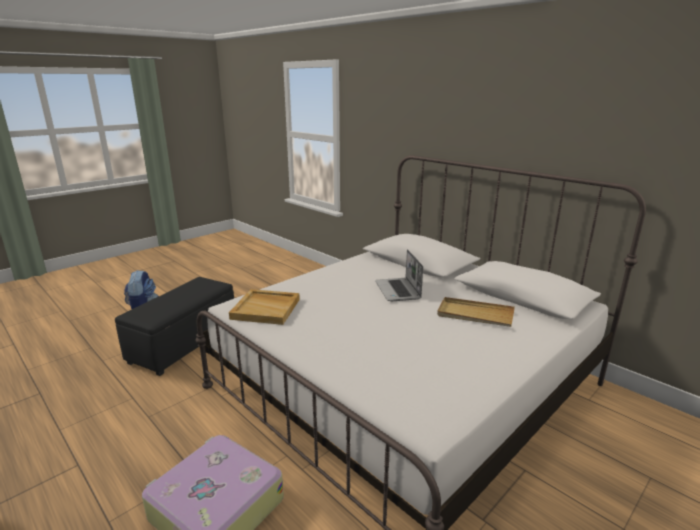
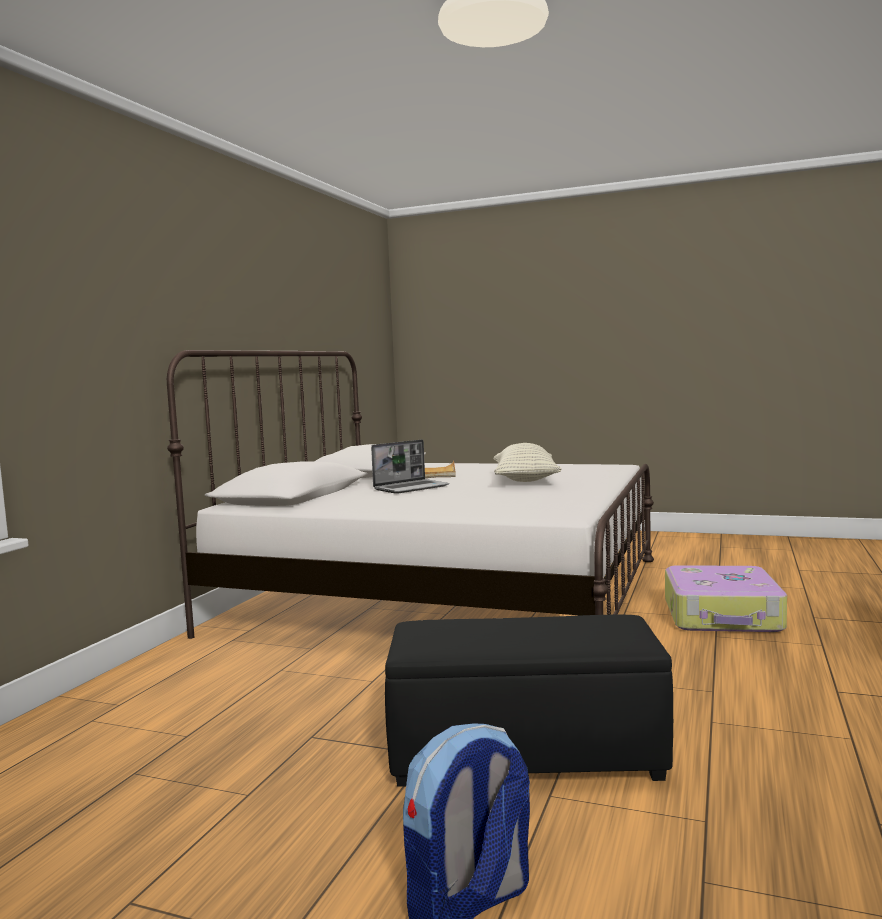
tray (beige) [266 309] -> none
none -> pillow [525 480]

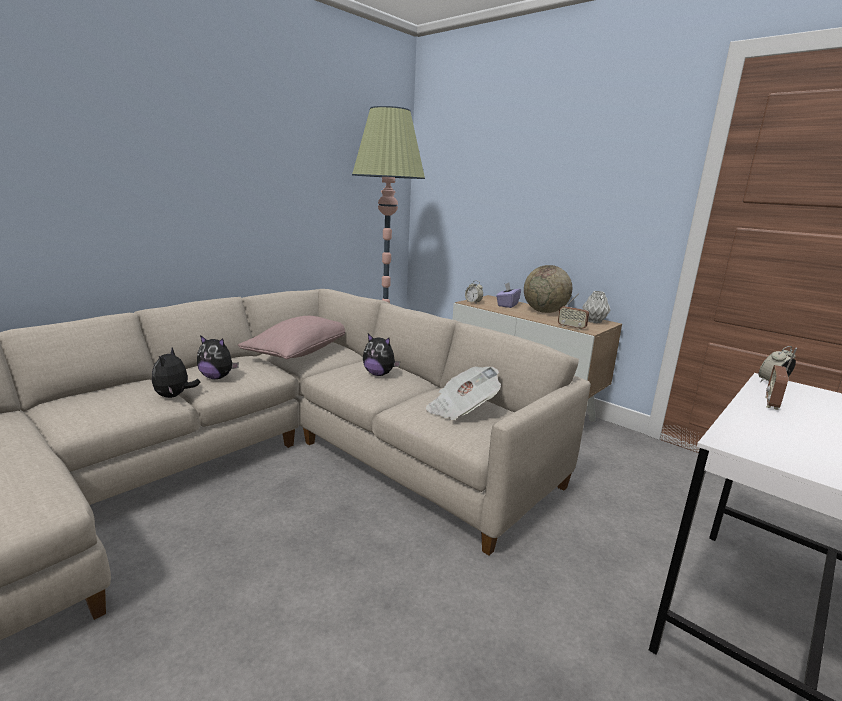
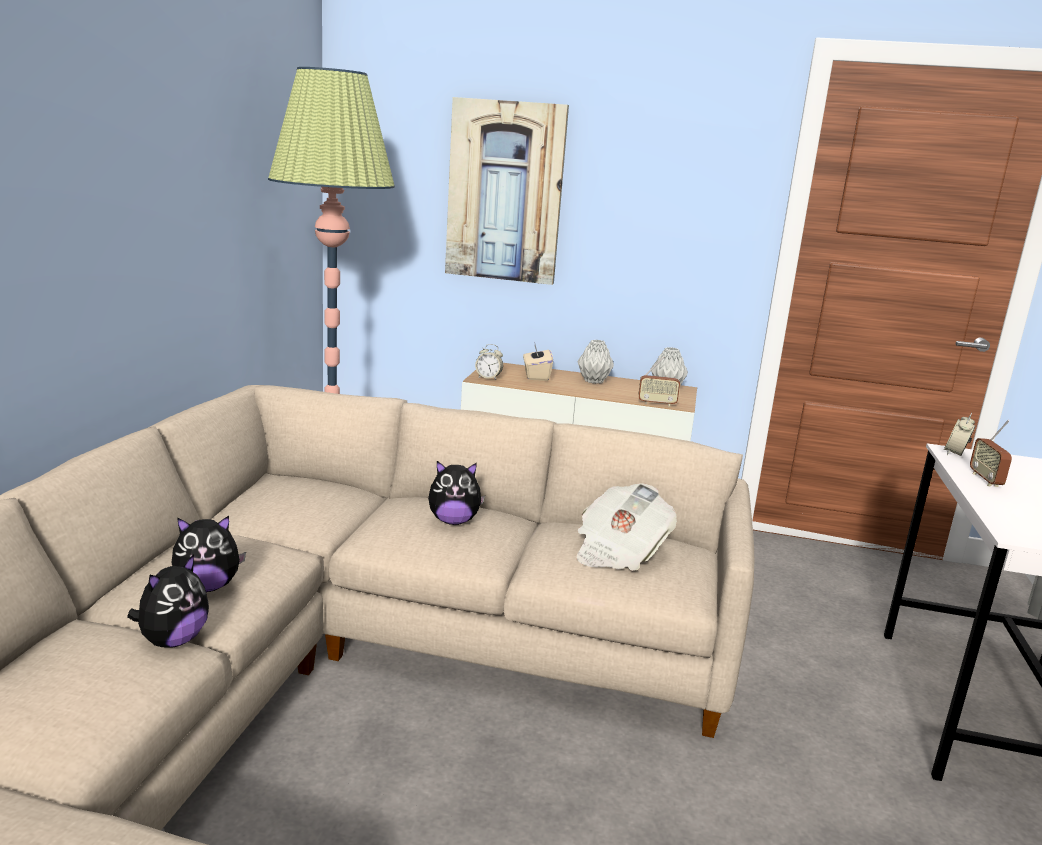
globe [544 311] -> vase (grey) [594 381]
tissue box (purple) [507 305] -> tissue box (beige) [536 376]
pillow (pink) [300 352] -> none
plush toy [174 396] -> plush toy [173 640], 120 degrees counterclockwise
none -> picture [505 192]

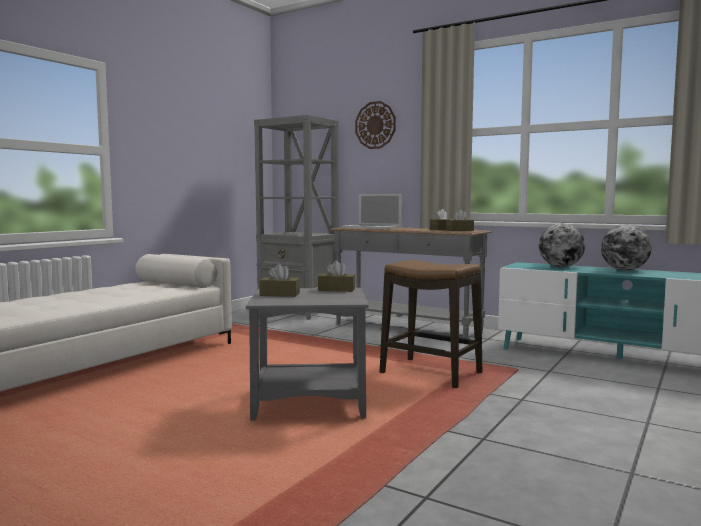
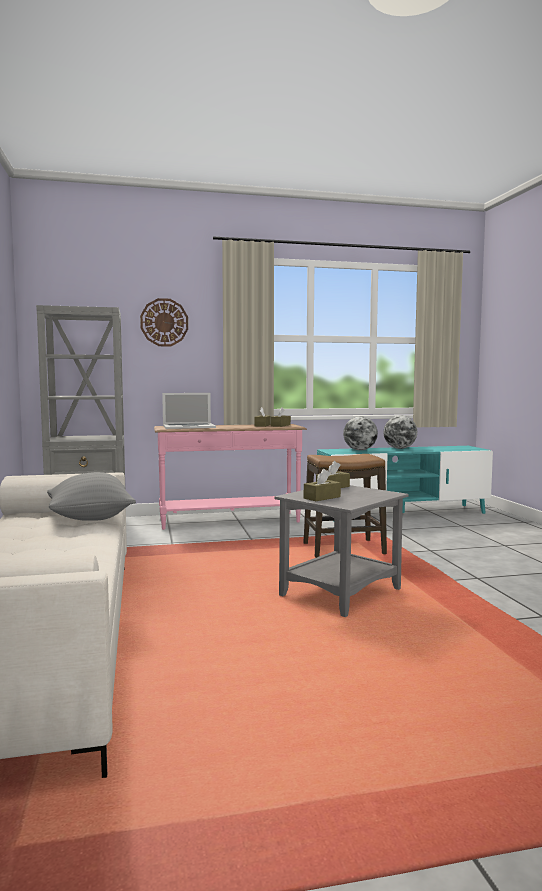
console table (grey) [406 329] -> console table (pink) [230 521]
none -> pillow (grey) [90 519]

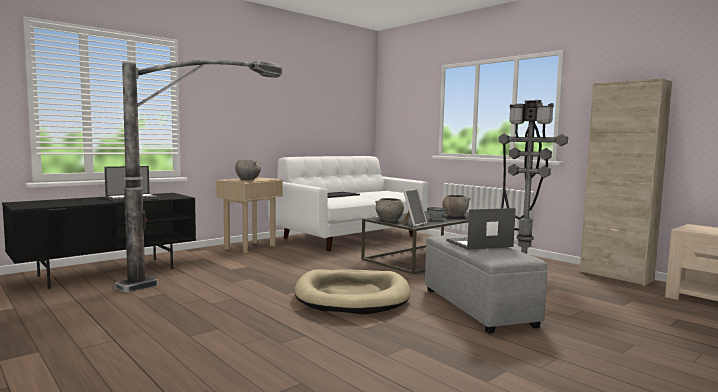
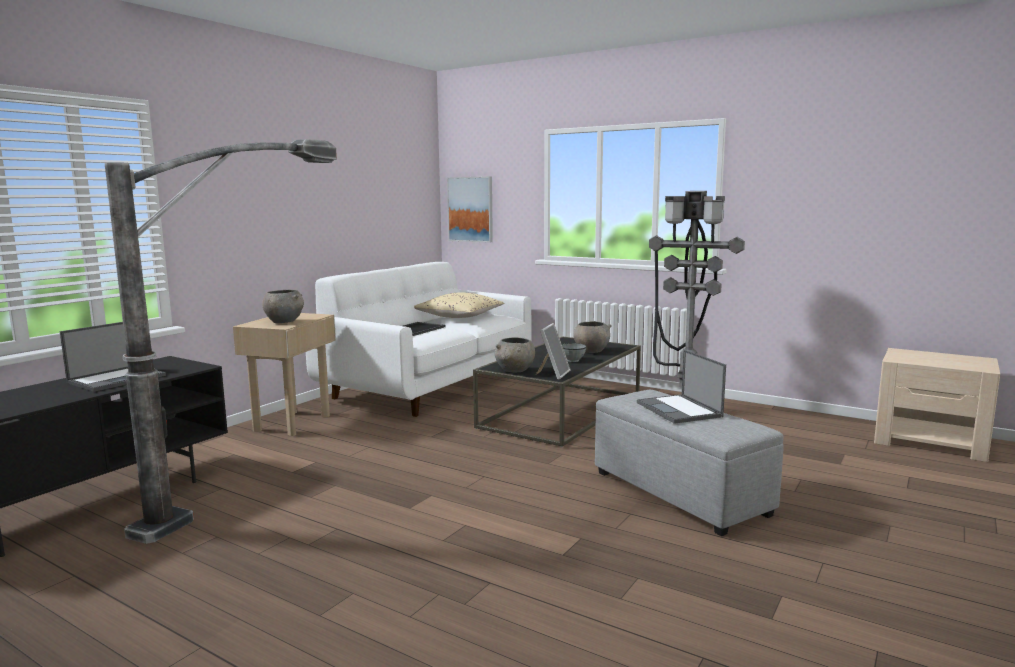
cabinet (beige) [615 276] -> none
laptop [478 244] -> laptop [679 410], 75 degrees counterclockwise
dog bed (beige) [352 296] -> none
none -> picture [470 209]
none -> pillow (beige) [459 317]

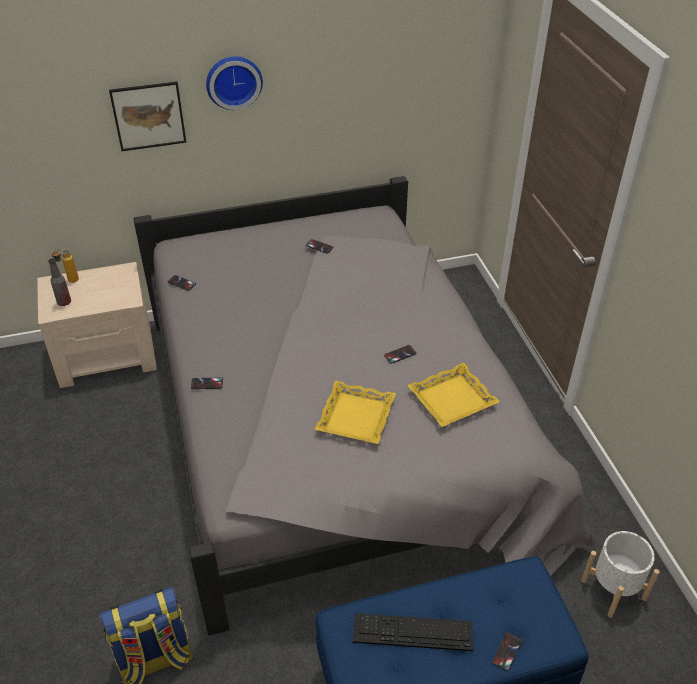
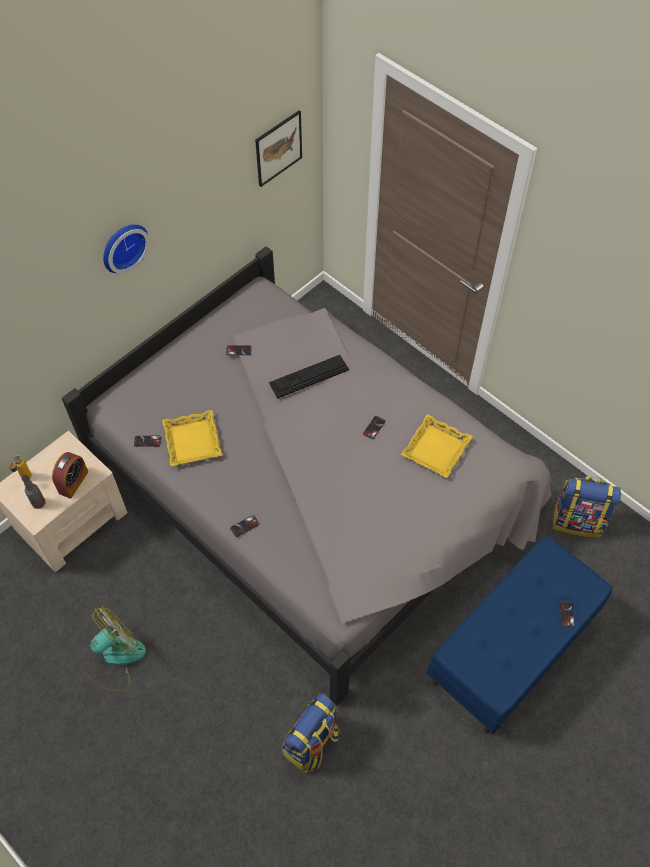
picture [148 116] -> picture [278 148], shifted
tray (yellow) [355 417] -> tray (yellow) [192 441], shifted
planter (white) [613 589] -> backpack [578 520]
keyboard [412 632] -> keyboard [309 376], shifted
none -> alarm clock [73 482]
none -> fan [115 657]

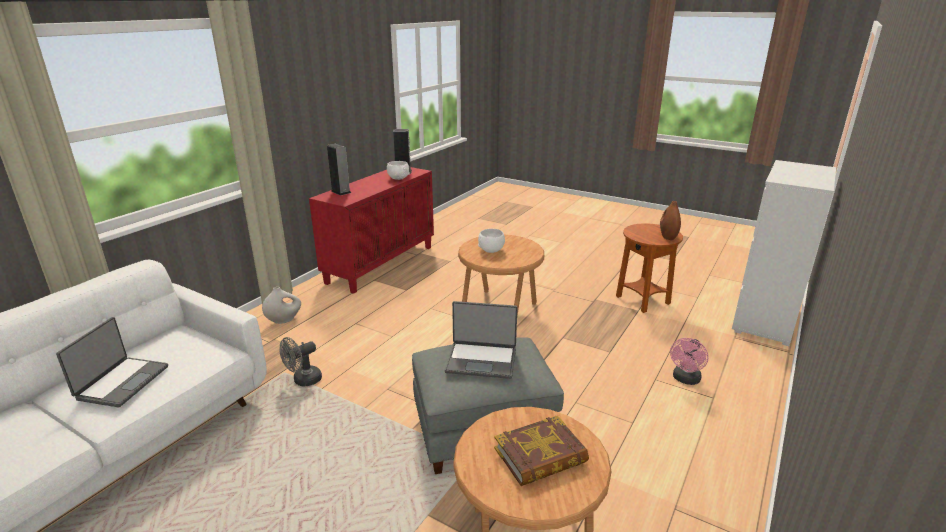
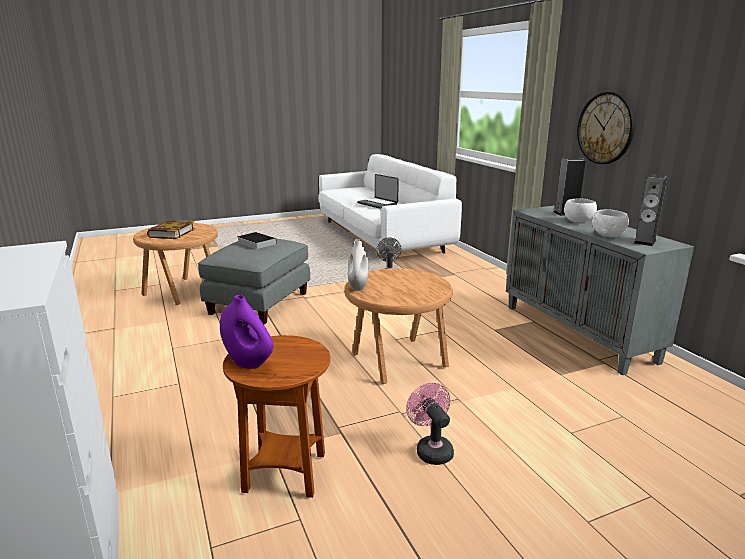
cabinet (red) [381 264] -> cabinet (grey) [578 333]
vase (brown) [667 237] -> vase (purple) [248 362]
bowl (white) [491 250] -> bowl (white) [577 221], shifted
vase (white) [284 320] -> vase (white) [358 287], shifted
laptop [481 360] -> book [255 243]
fan (pink) [685 379] -> fan (pink) [431 449], shifted
none -> wall clock [605 128]

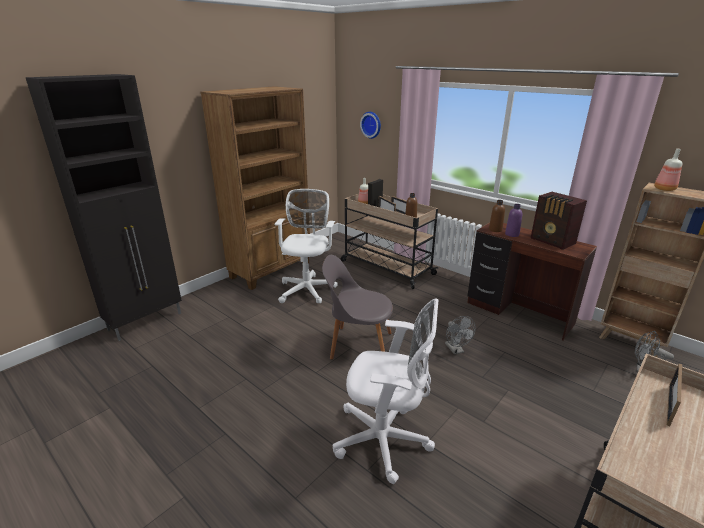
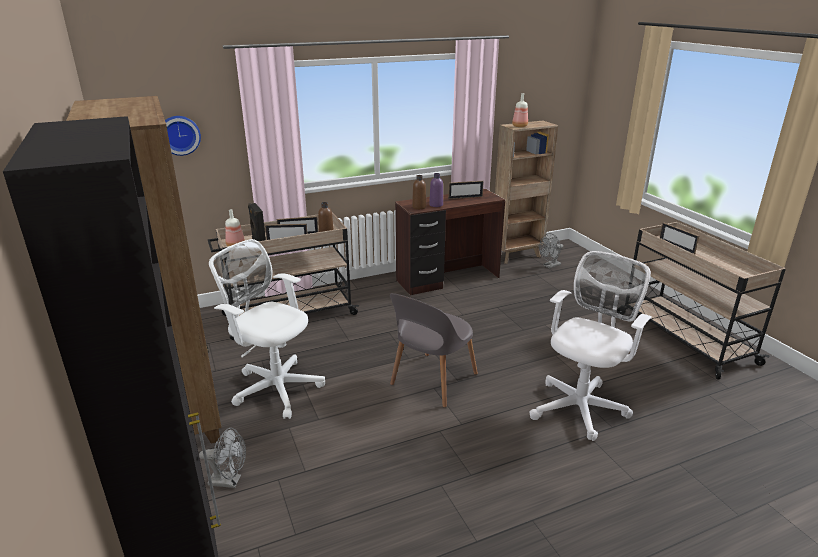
radio [553 242] -> picture frame [465 197]
fan (grey) [456 350] -> fan (grey) [229 481], shifted

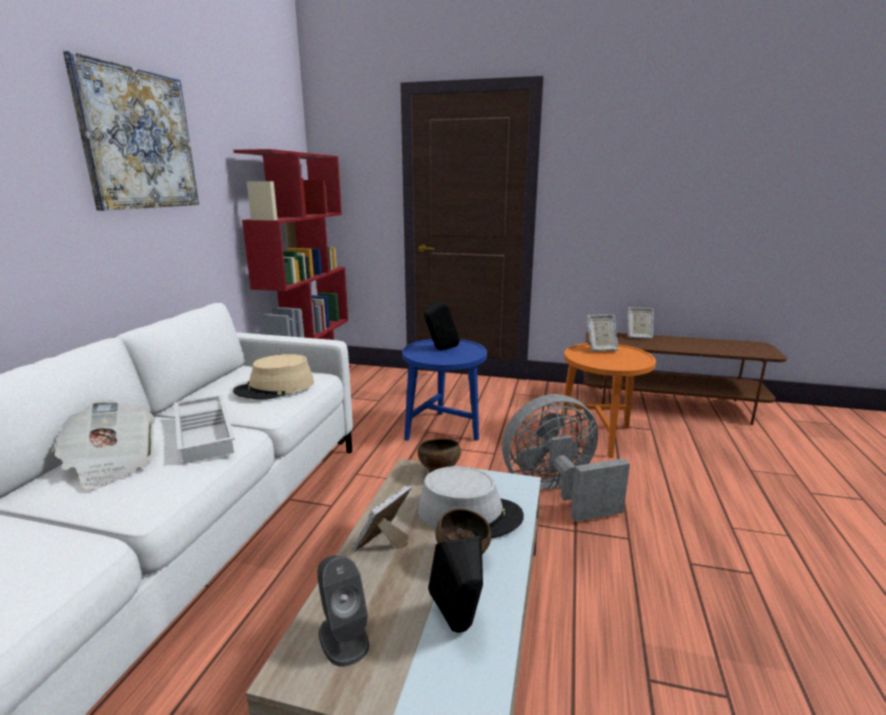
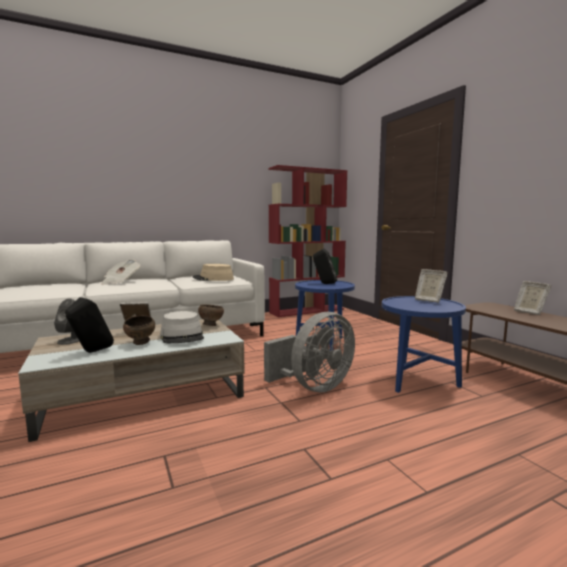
picture [138 139] -> none
side table (orange) [600 438] -> side table (blue) [417 382]
fan (grey) [556 492] -> fan (grey) [314 387], 105 degrees clockwise
tray (white) [206 433] -> none

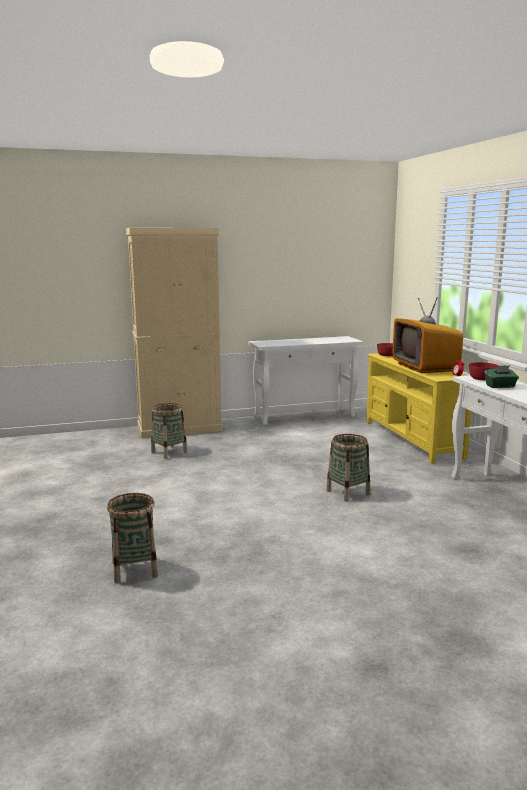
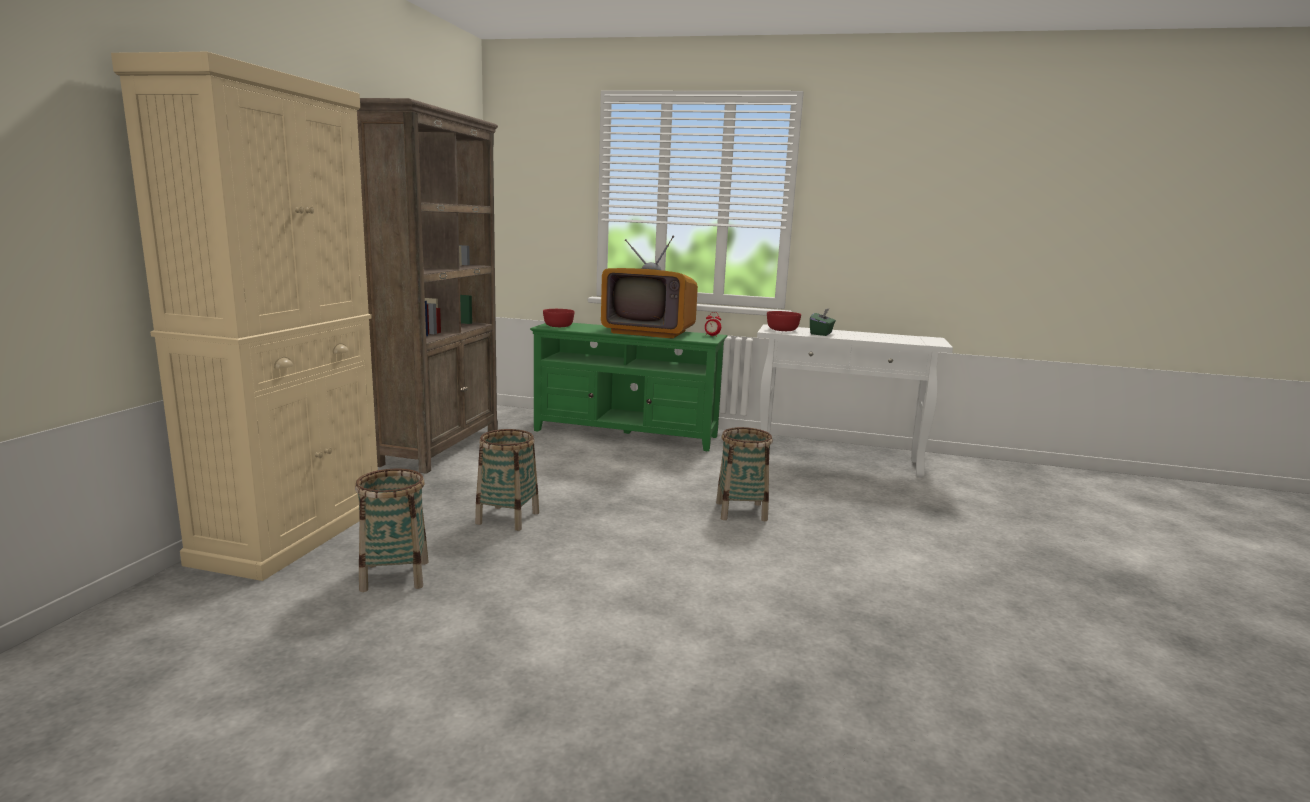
console table (white) [305 416] -> bookcase (brown) [441 446]
tv stand (yellow) [412 440] -> tv stand (green) [626 434]
basket [134 570] -> basket [508 518], shifted

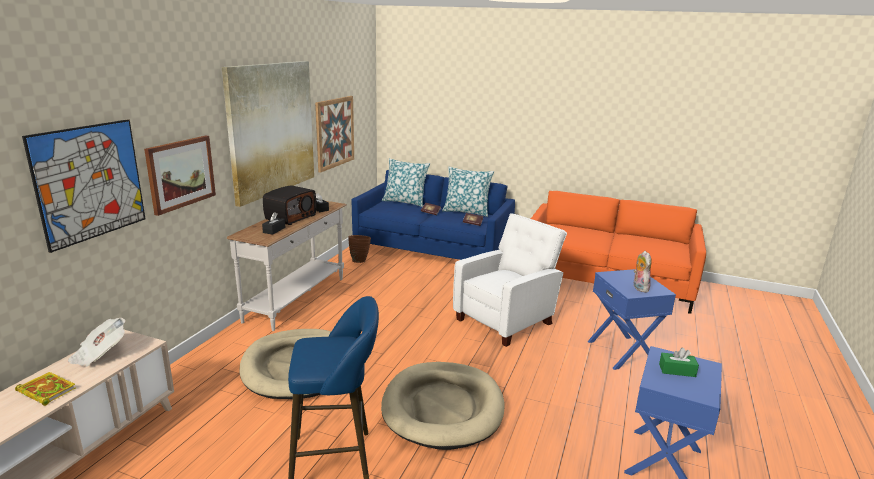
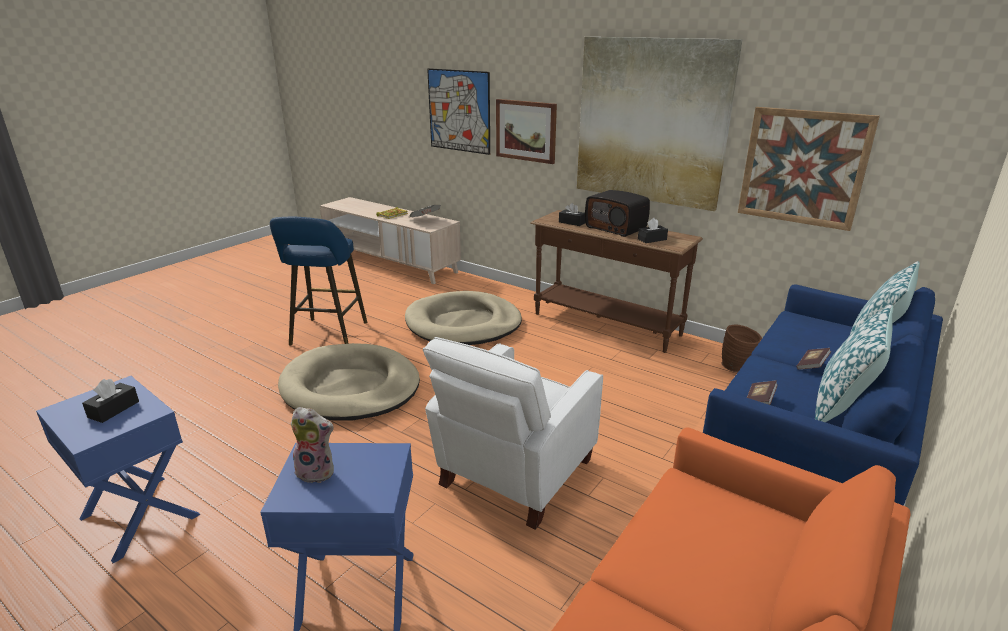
console table (white) [297 299] -> console table (brown) [605 325]
armchair (white) [507 321] -> armchair (white) [512 474], 60 degrees clockwise
tissue box (green) [677 370] -> tissue box (black) [113 409]

